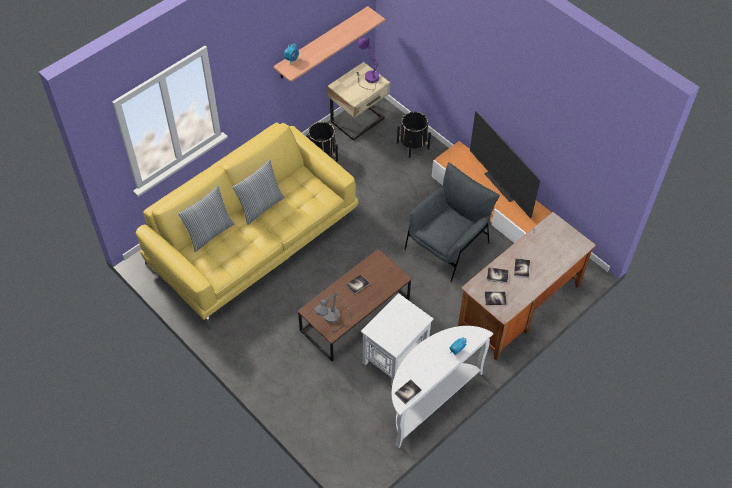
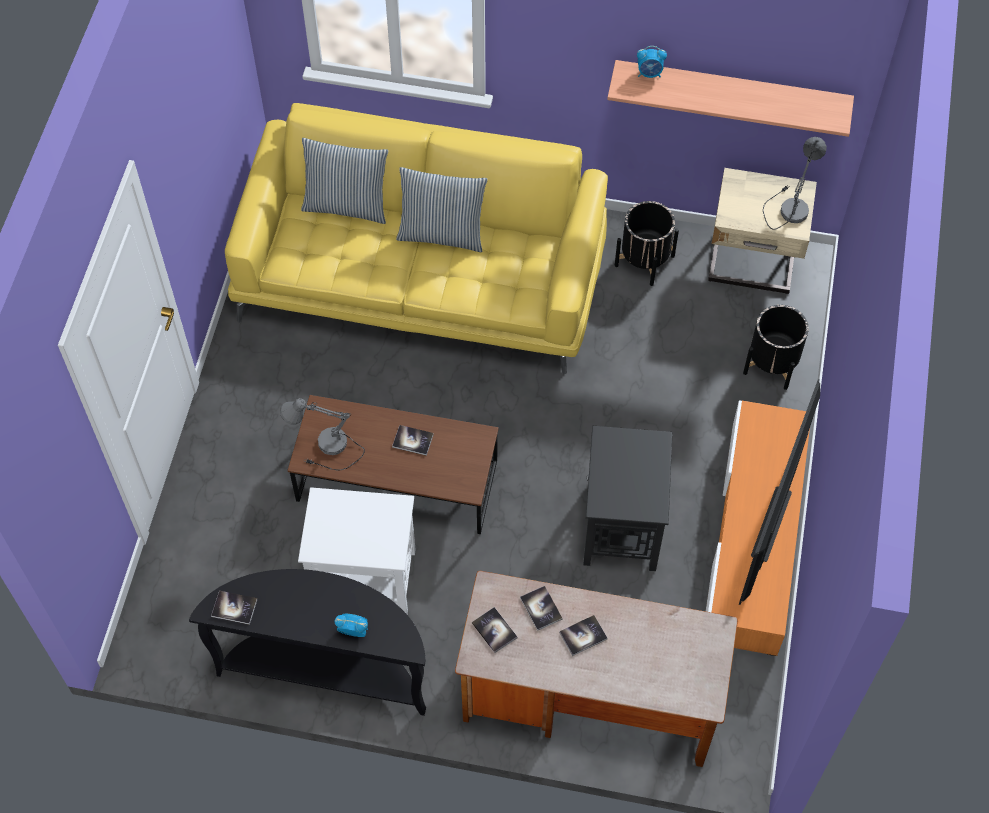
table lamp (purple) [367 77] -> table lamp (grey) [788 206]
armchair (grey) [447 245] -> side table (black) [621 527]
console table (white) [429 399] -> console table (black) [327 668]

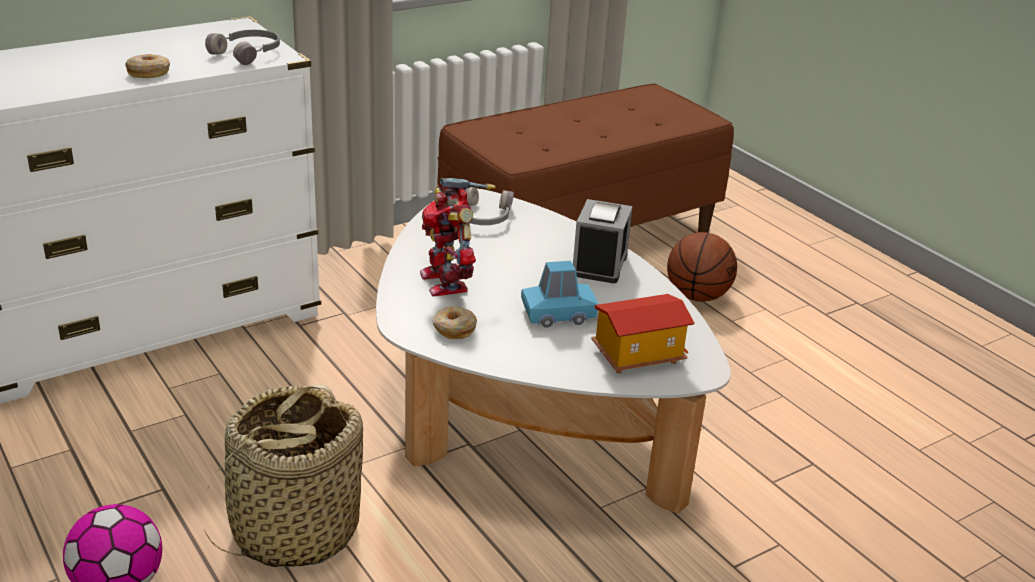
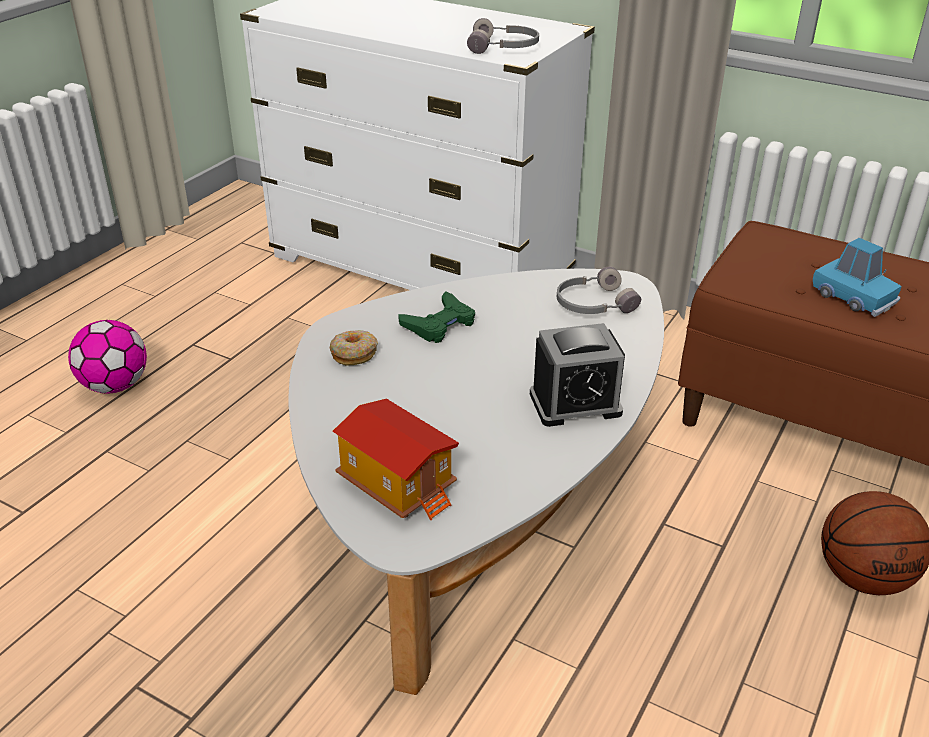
donut [149 73] -> none
toy robot [448 281] -> game controller (green) [439 324]
toy car (blue) [559 314] -> toy car (blue) [853 297], shifted
basket [294 530] -> none

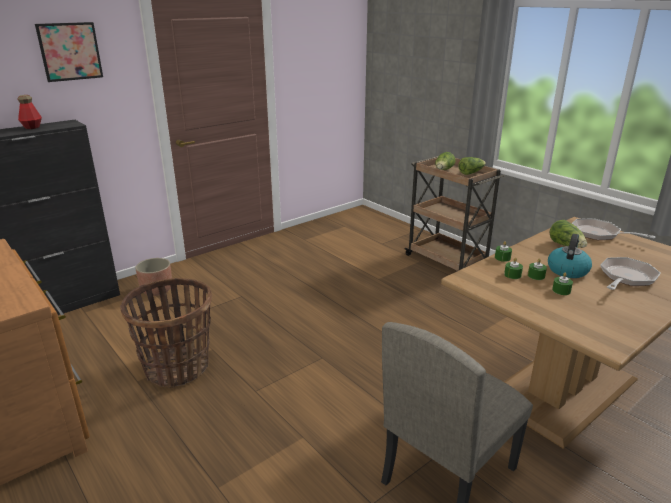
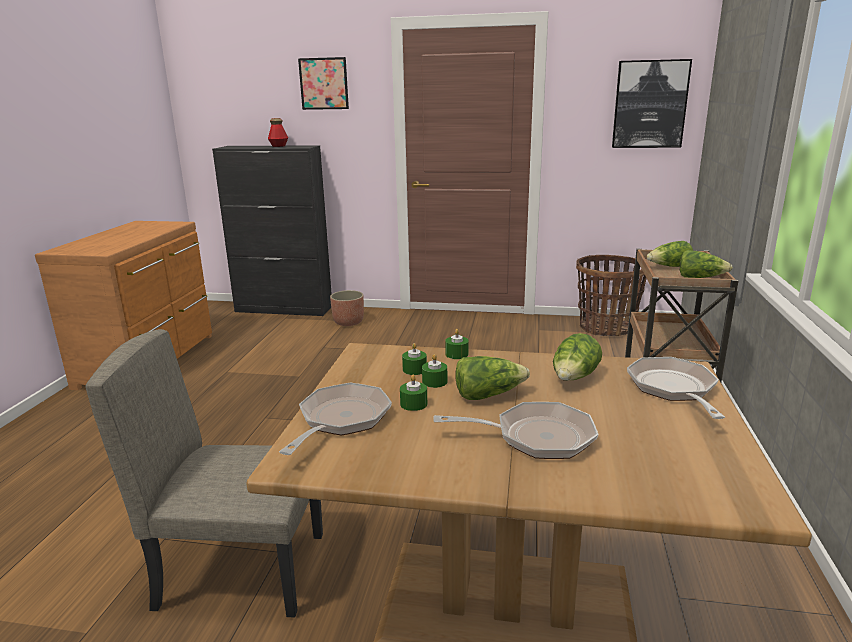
kettle [567 270] -> lettuce [488 395]
basket [177 368] -> basket [606 328], shifted
none -> picture [650 104]
none -> frying pan [341 420]

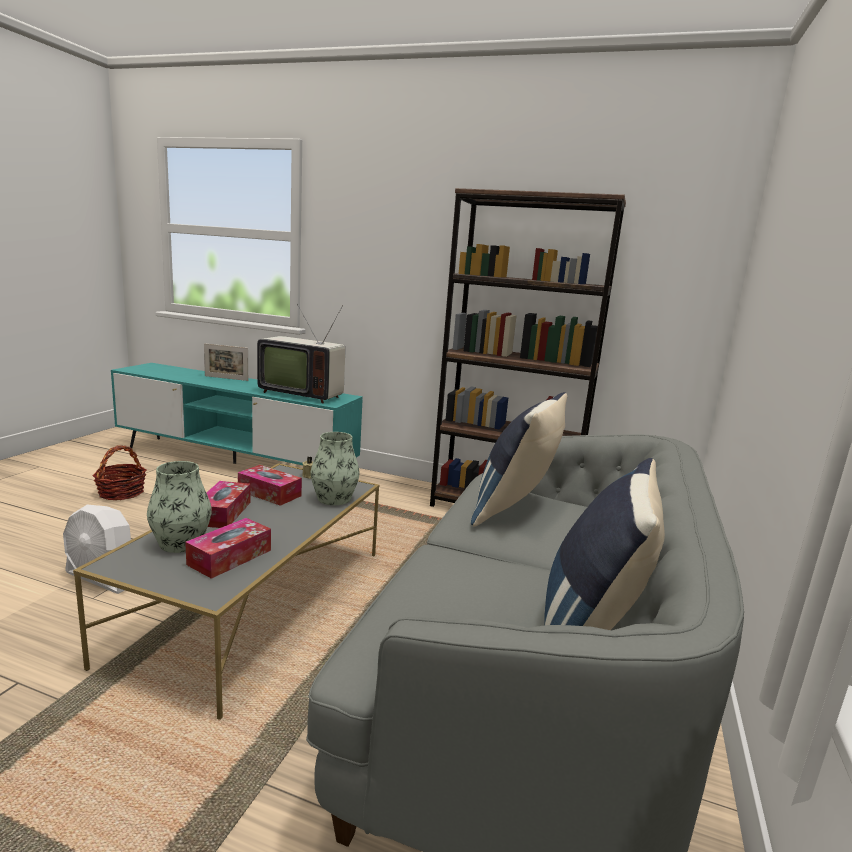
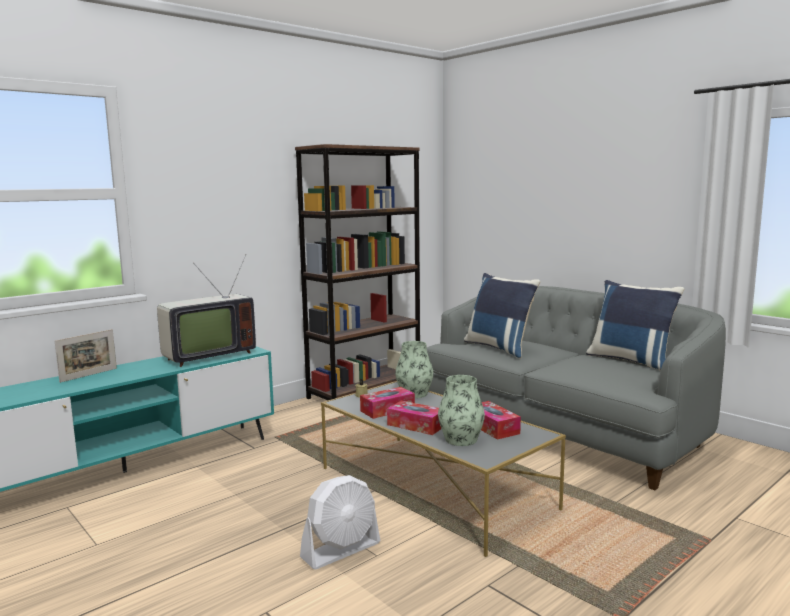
basket [121 492] -> none

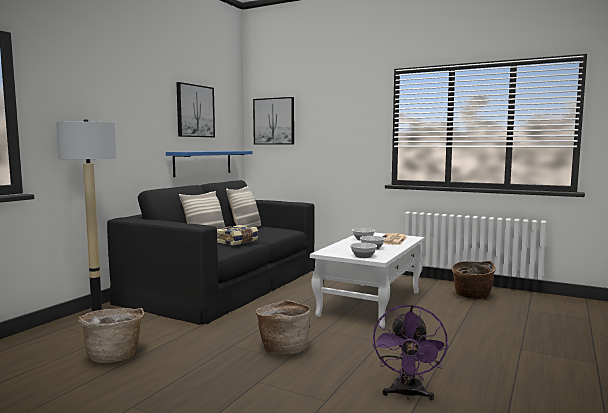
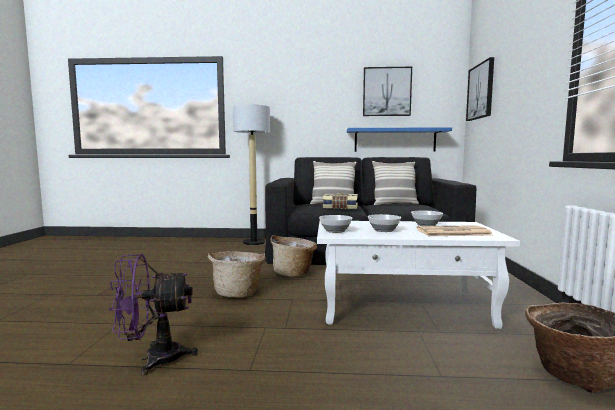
basket [114 355] -> basket [294 273], shifted

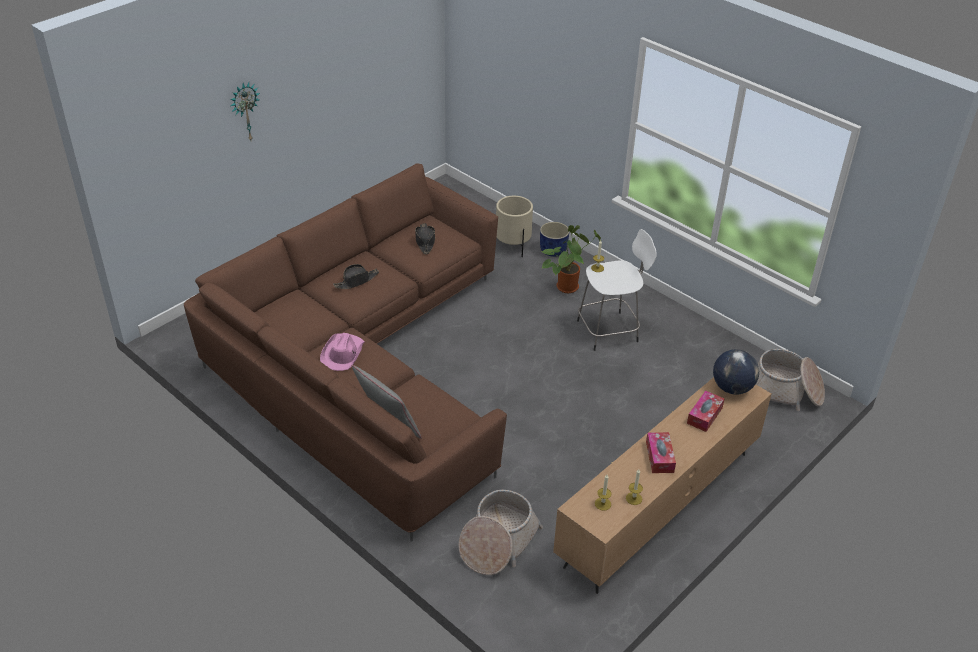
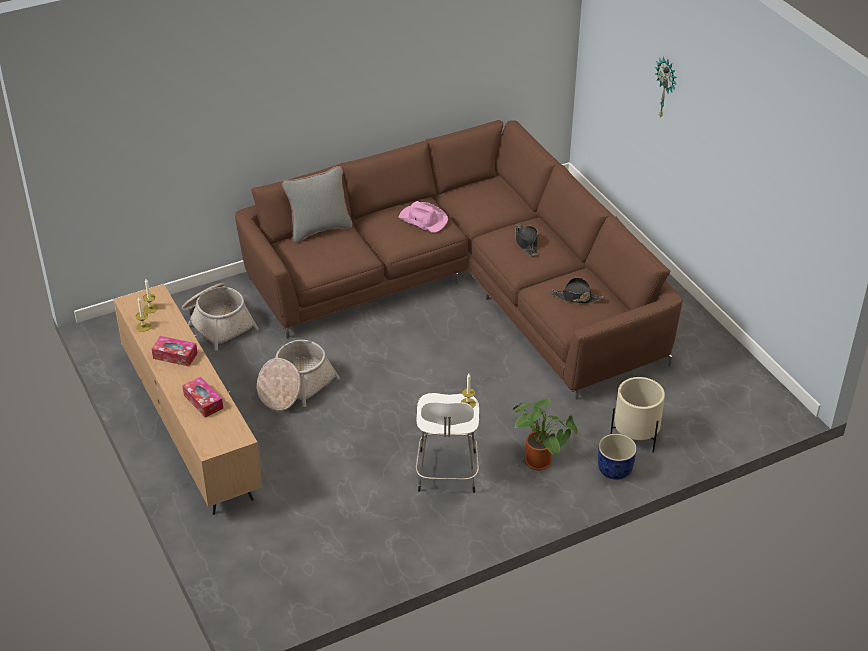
globe [732 387] -> none
basket [786 391] -> basket [295 387], shifted

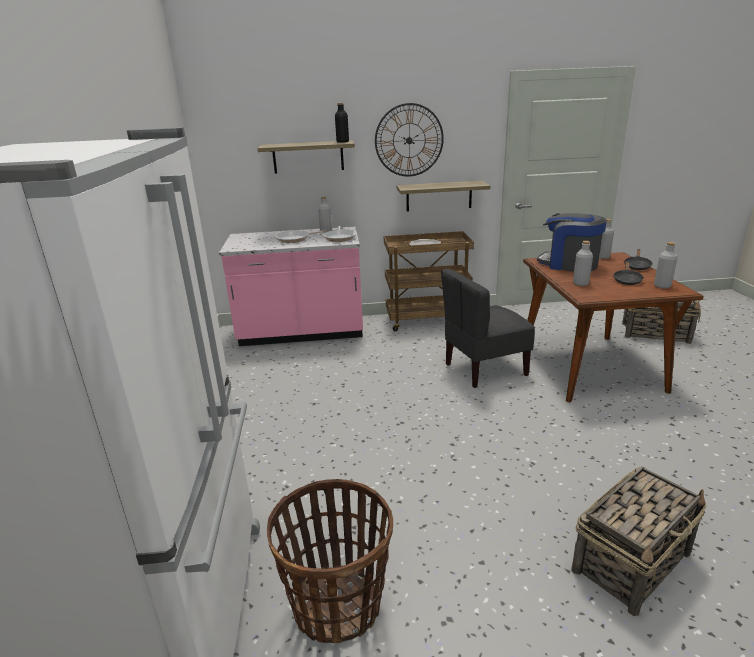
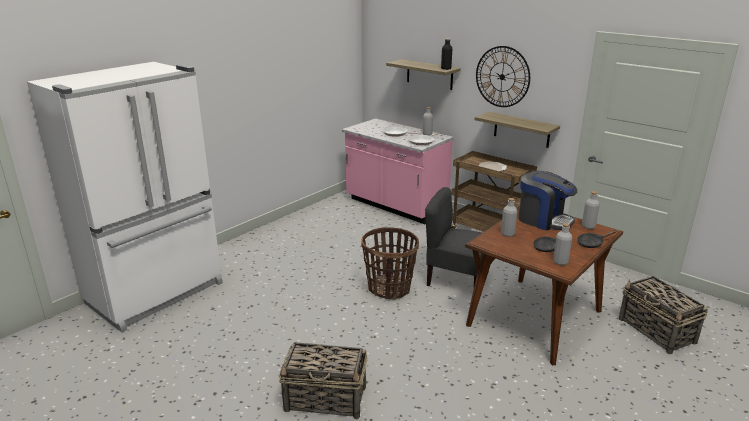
coffee machine [569 264] -> coffee machine [543 220], 135 degrees clockwise
basket [337 605] -> basket [389 288], shifted

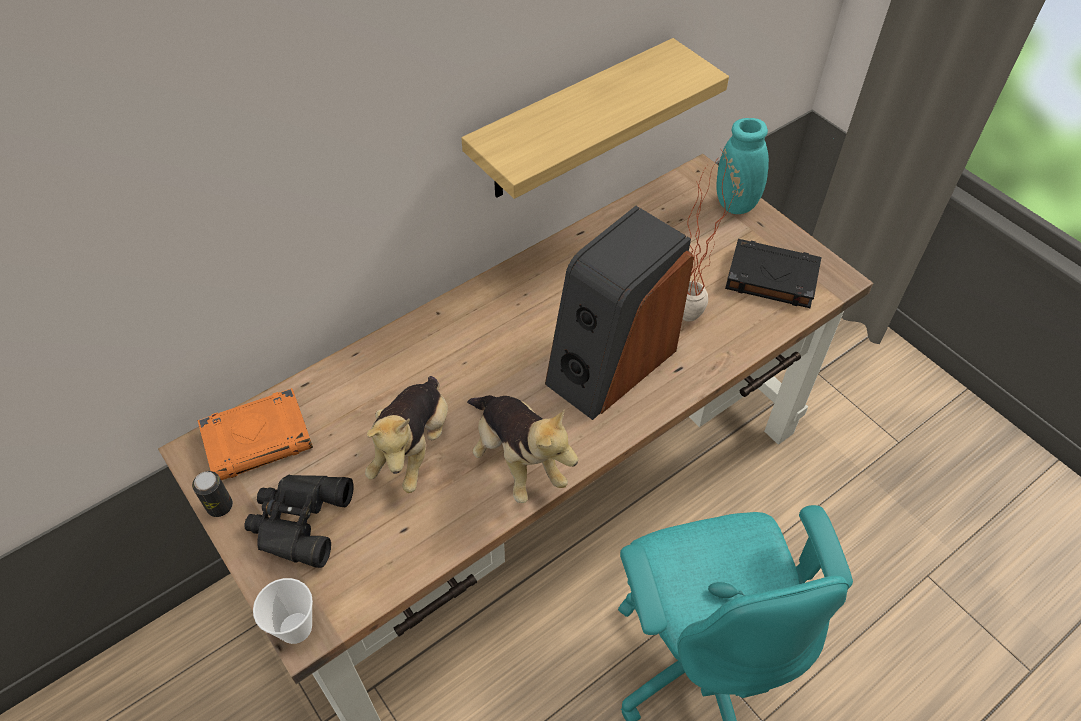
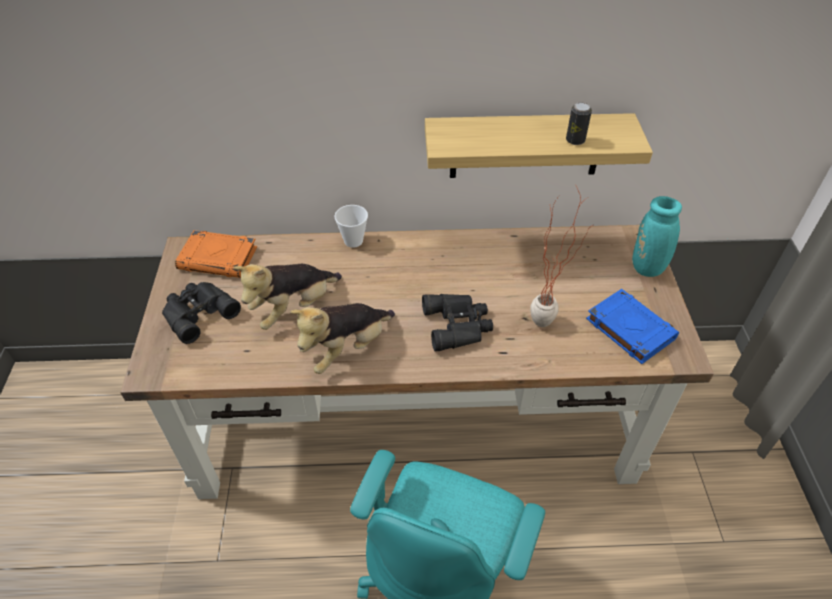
speaker [610 364] -> binoculars (black) [458 325]
book (black) [770 277] -> book (blue) [629 328]
plush toy [517 459] -> plush toy [346 349], 45 degrees clockwise
can [220 506] -> can [575 140], shifted
cup [295 628] -> cup [353 241], shifted

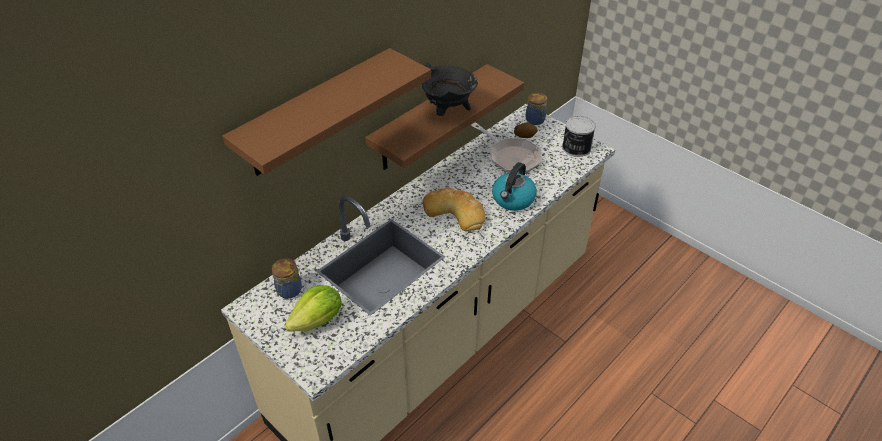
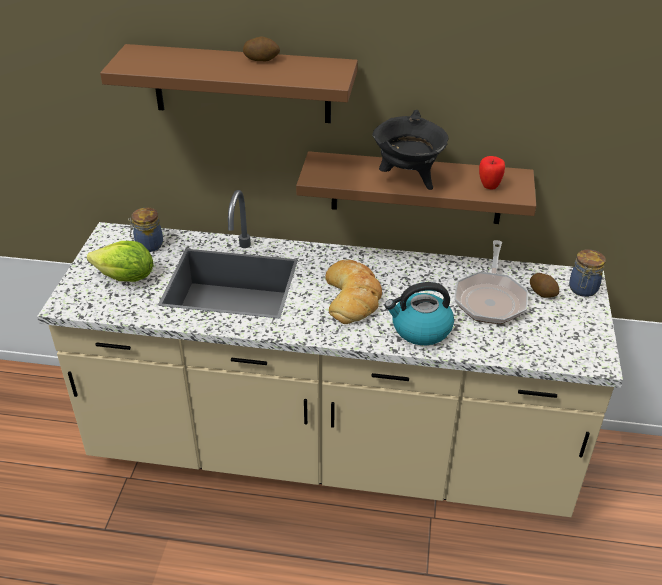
can [576 148] -> none
none -> potato [261 59]
none -> apple [489 186]

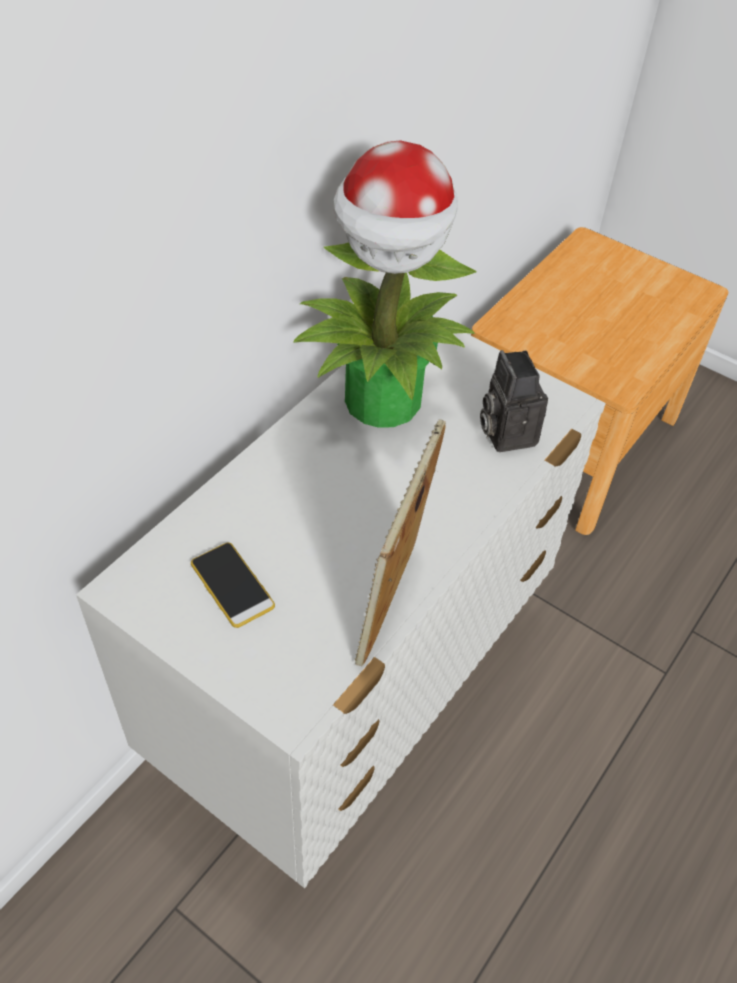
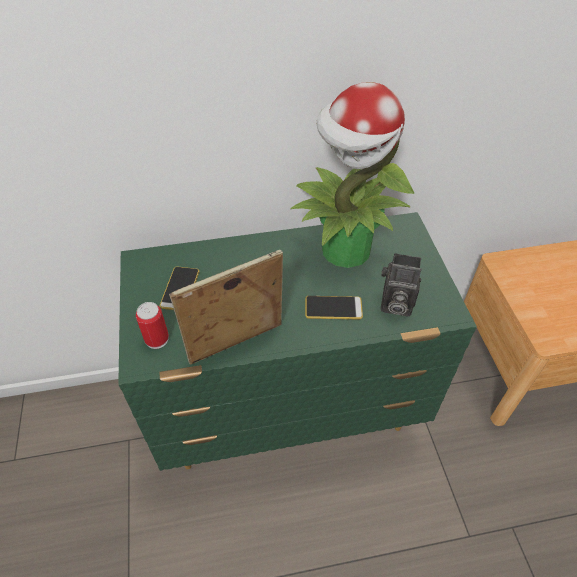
dresser (white) [357 690] -> dresser (green) [290 410]
photo camera [505 432] -> photo camera [394 304], 105 degrees counterclockwise
none -> phone [333 308]
none -> can [157 339]

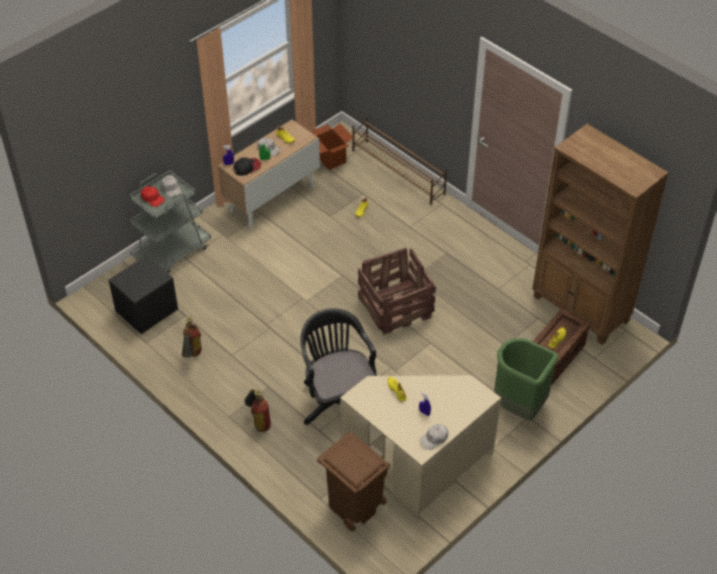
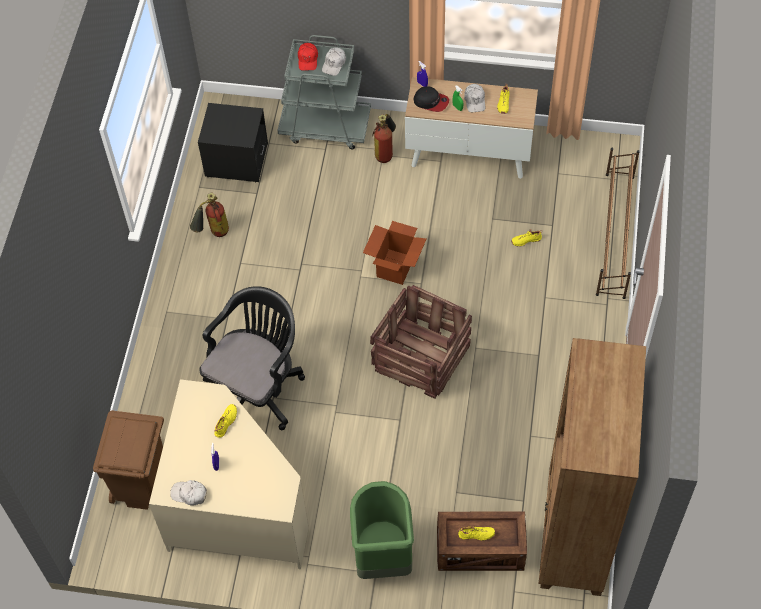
cardboard box [330 159] -> cardboard box [395 267], shifted
fire extinguisher [259 421] -> fire extinguisher [385 151], shifted

